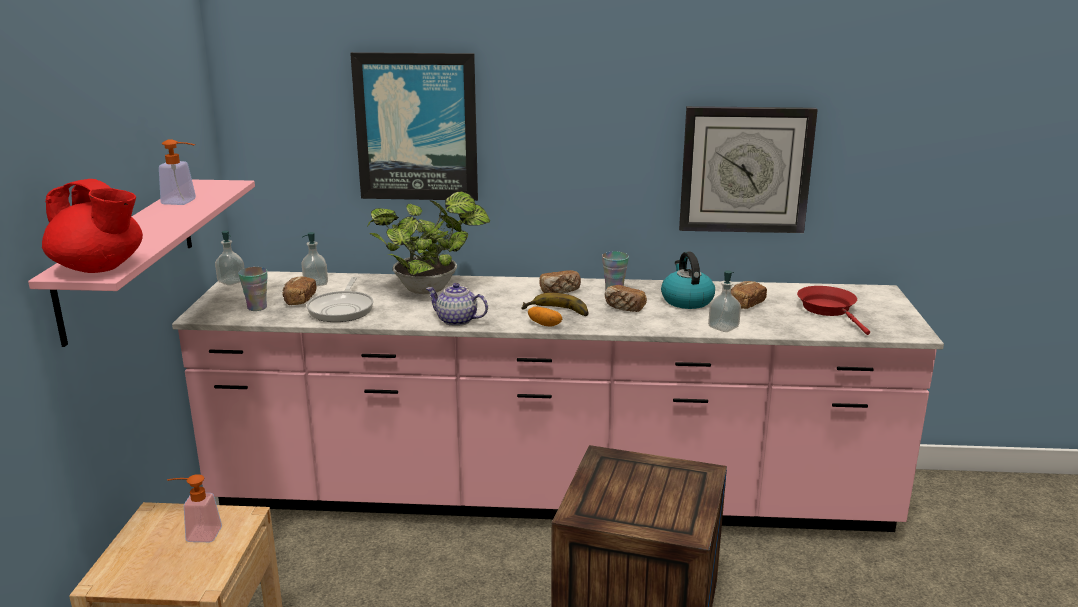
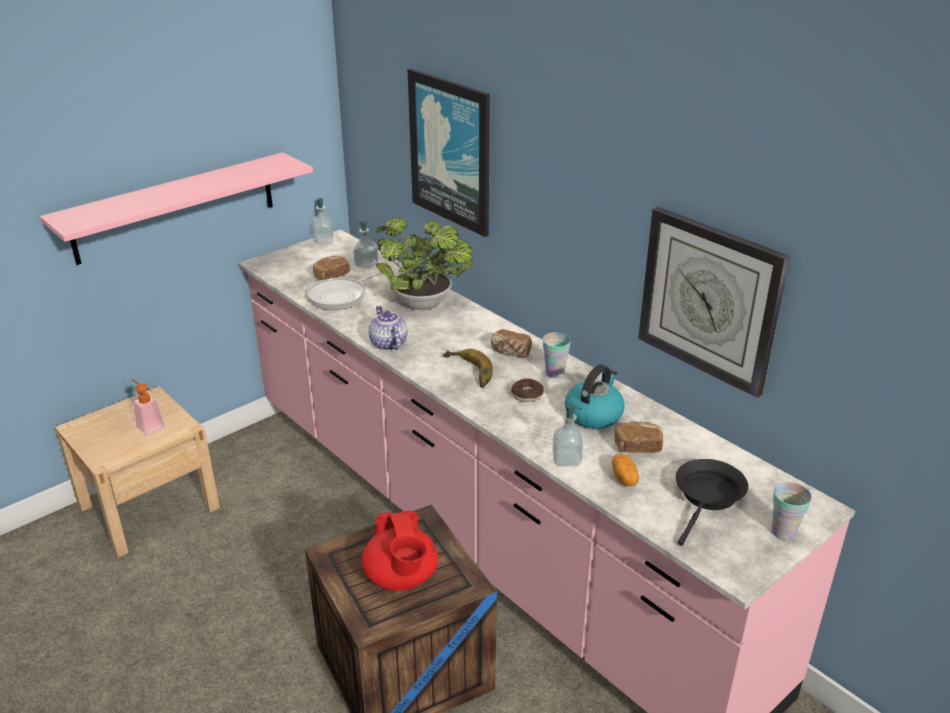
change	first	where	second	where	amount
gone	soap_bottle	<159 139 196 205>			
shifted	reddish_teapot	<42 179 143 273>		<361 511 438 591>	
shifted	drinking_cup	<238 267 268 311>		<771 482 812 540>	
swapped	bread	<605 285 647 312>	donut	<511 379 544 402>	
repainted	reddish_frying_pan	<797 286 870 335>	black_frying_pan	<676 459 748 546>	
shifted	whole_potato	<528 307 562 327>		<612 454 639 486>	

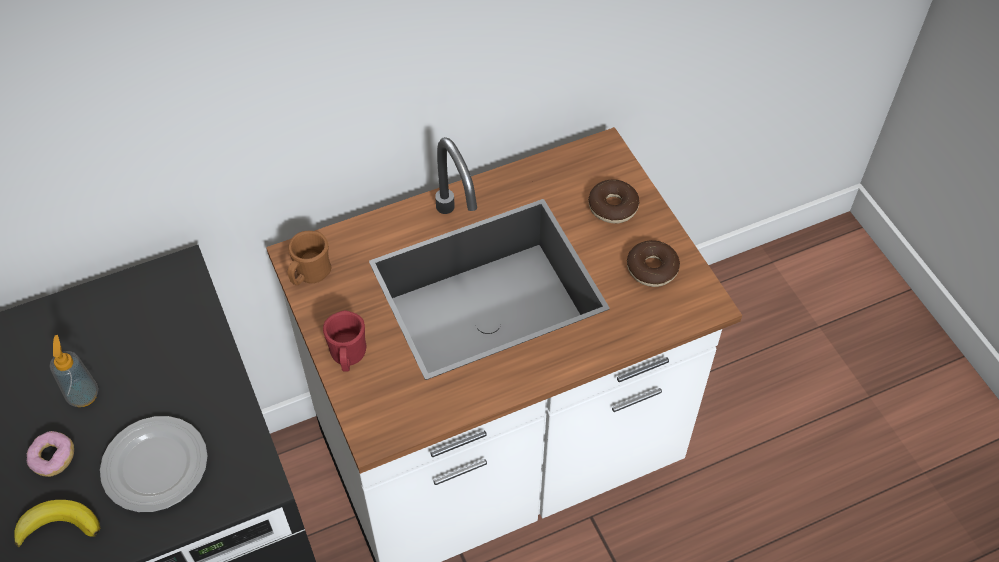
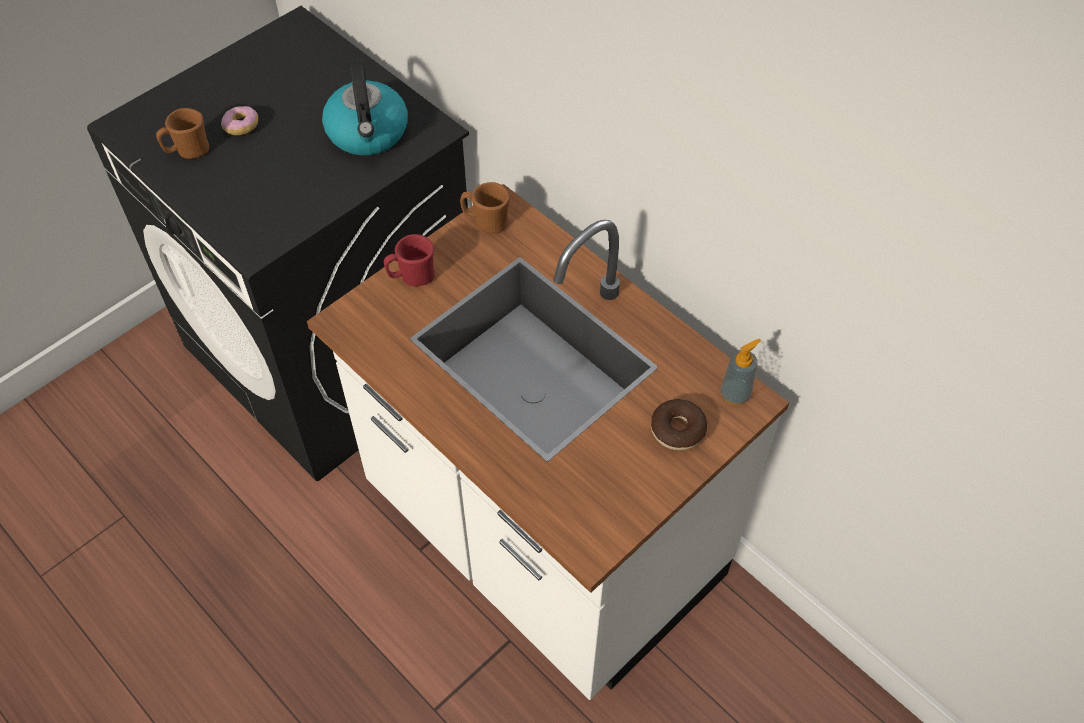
change	first	where	second	where	amount
gone	donut	<627 240 680 287>			
shifted	soap_bottle	<50 335 99 407>		<720 339 762 405>	
gone	plate	<100 416 208 512>			
swapped	banana	<15 500 100 547>	brownish_mug	<156 108 209 159>	
new			kettle	<322 60 408 156>	

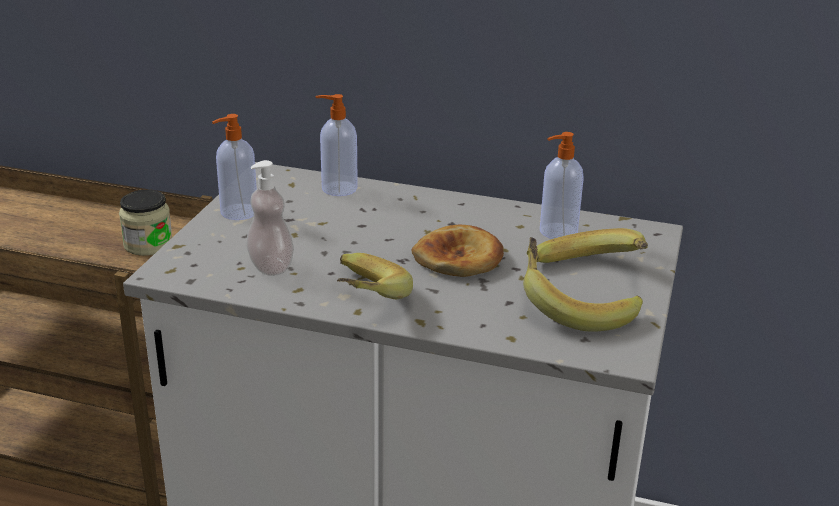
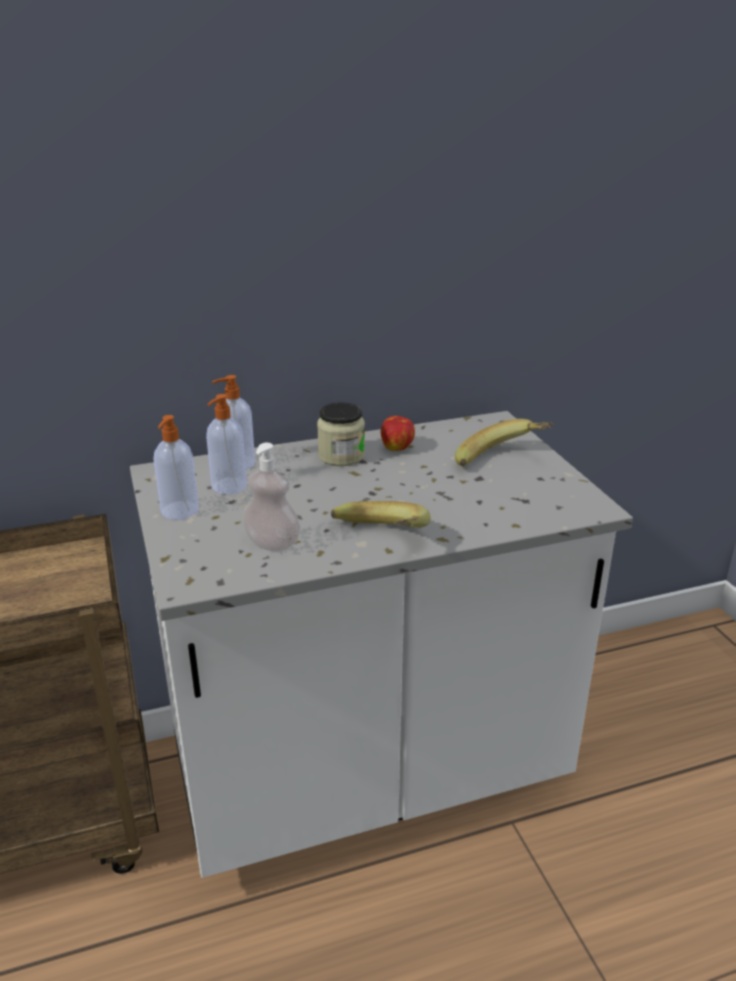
change	first	where	second	where	amount
shifted	soap_bottle	<540 132 584 239>		<206 394 247 494>	
shifted	preserve_jar	<119 190 172 256>		<317 402 365 466>	
gone	bread	<412 225 504 277>			
gone	banana	<523 237 643 332>			
new			whole_apple	<381 416 415 451>	

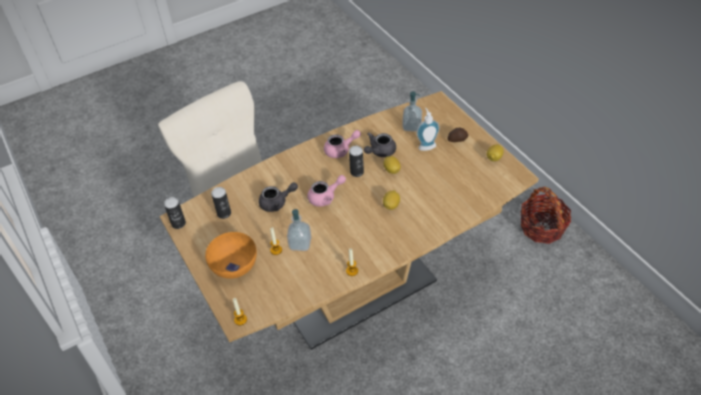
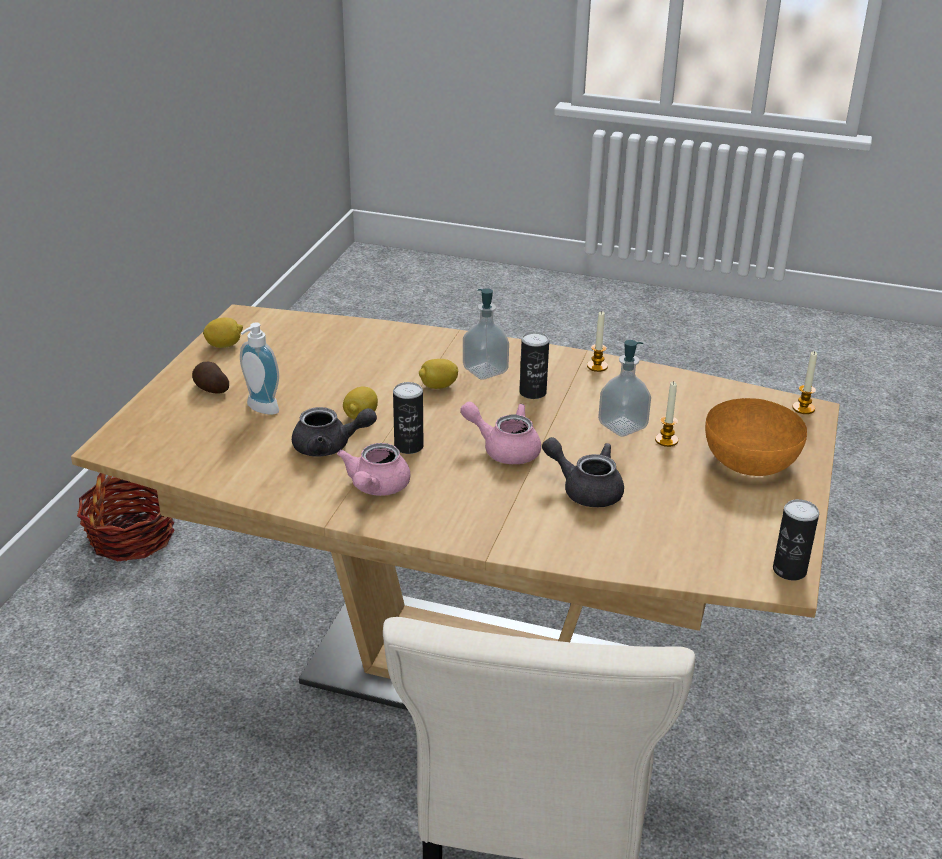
change	first	where	second	where	amount
shifted	soap_bottle	<403 92 422 132>		<463 288 509 380>	
rotated	pink_teapot	<324 130 361 158>		<337 443 411 496>	105 degrees counterclockwise
shifted	can	<211 187 231 219>		<519 332 549 399>	

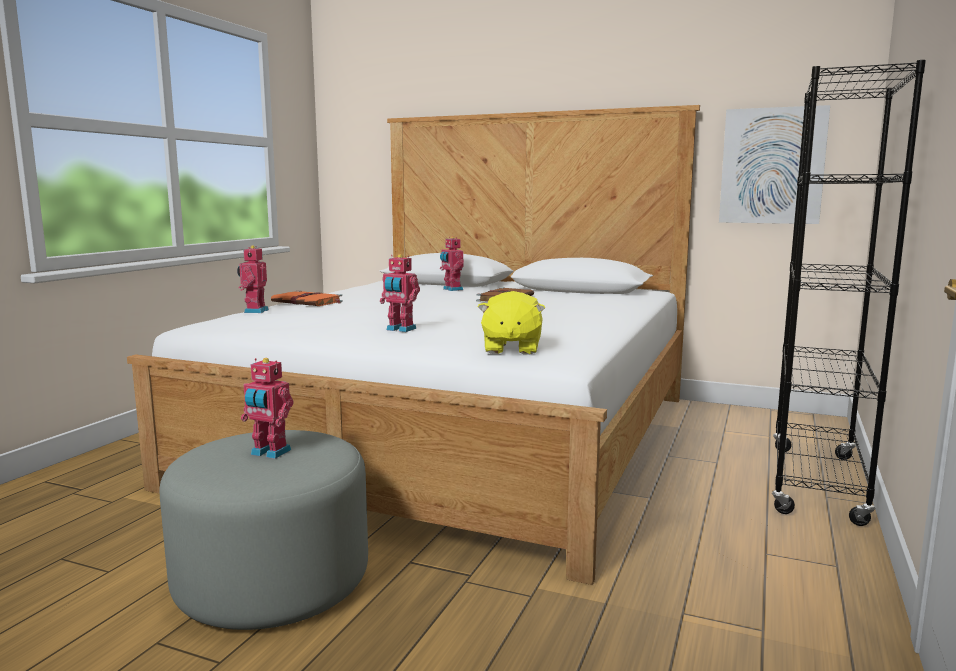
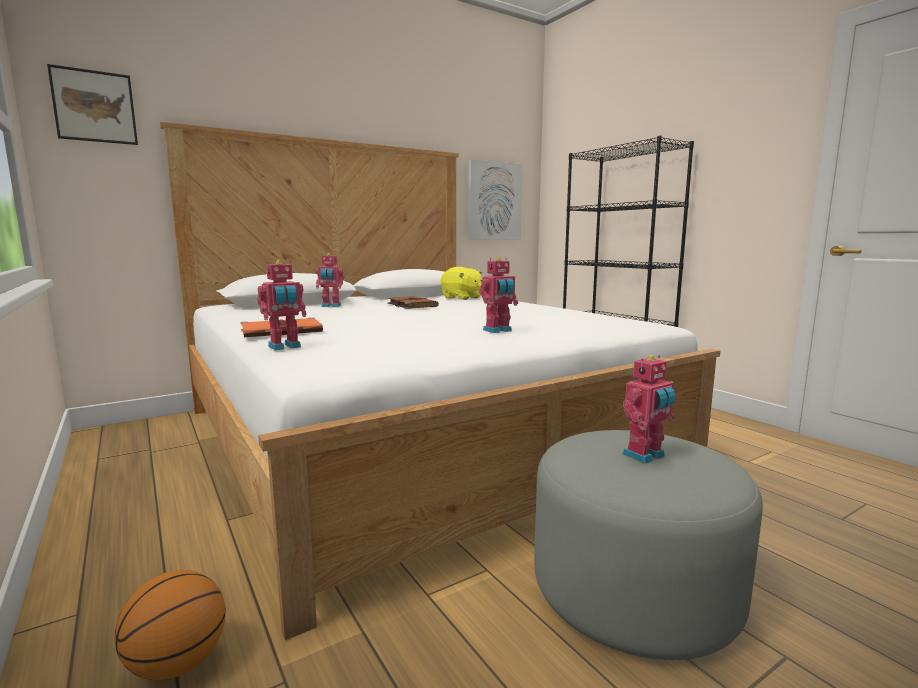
change	first	where	second	where	amount
rotated	model_robot	<237 245 269 313>		<257 259 306 350>	75 degrees counterclockwise
shifted	yellowish_soft_toy	<478 291 545 355>		<441 267 482 300>	
new			picture	<47 64 138 145>	
new			basketball_ball	<115 570 226 680>	

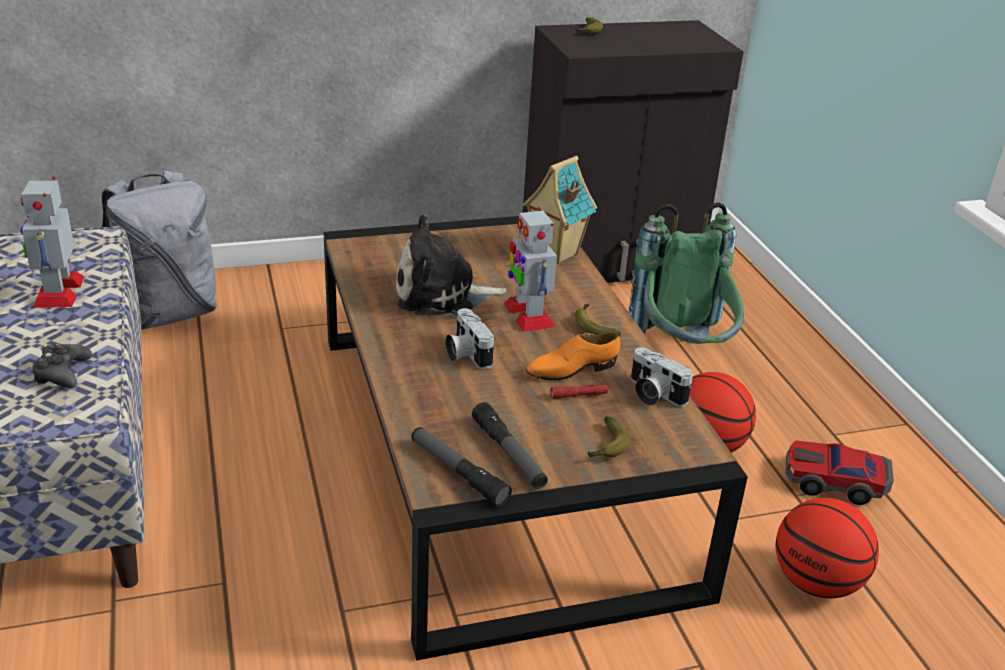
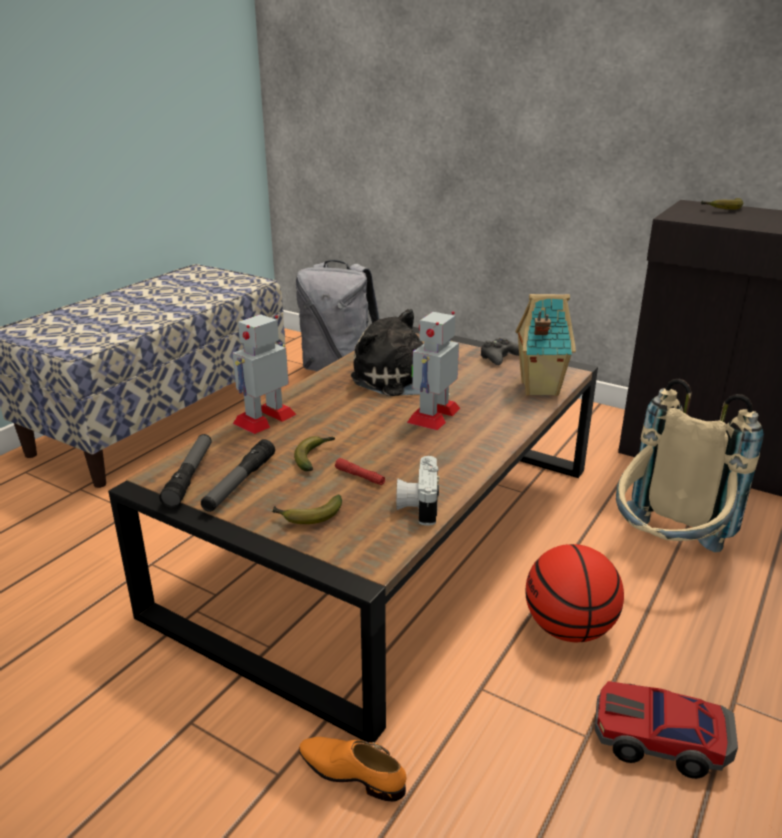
change	first	where	second	where	amount
shifted	model_robot	<20 176 84 308>		<233 314 297 434>	
repainted	green-coloured_knapsack	<629 202 744 344>	sand-coloured_knapsack	<616 379 764 552>	
shifted	banana	<575 304 621 336>		<294 436 335 471>	
gone	still_camera	<445 308 495 369>			
shifted	orange-coloured_shoe	<526 333 620 380>		<299 737 406 802>	
shifted	black_joypad	<32 343 92 388>		<481 338 519 365>	
rotated	miniature_car	<785 440 894 505>		<594 681 738 779>	45 degrees counterclockwise
gone	basketball_ball	<776 498 879 599>			

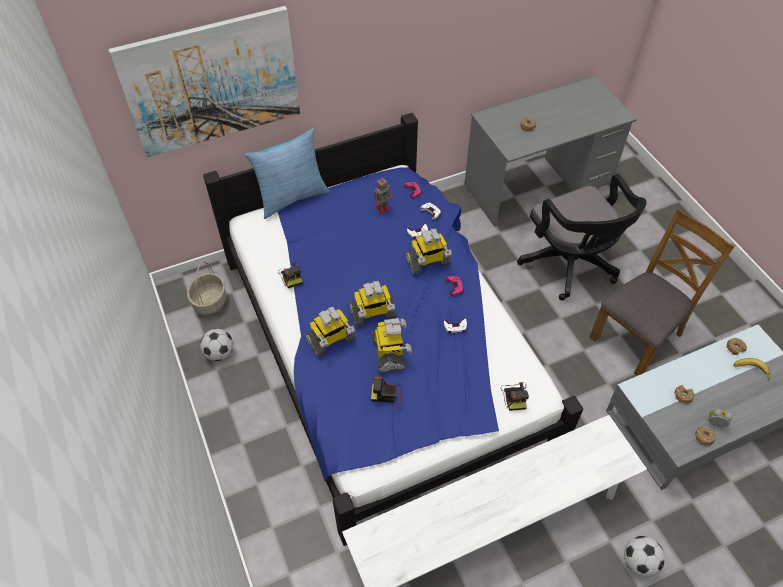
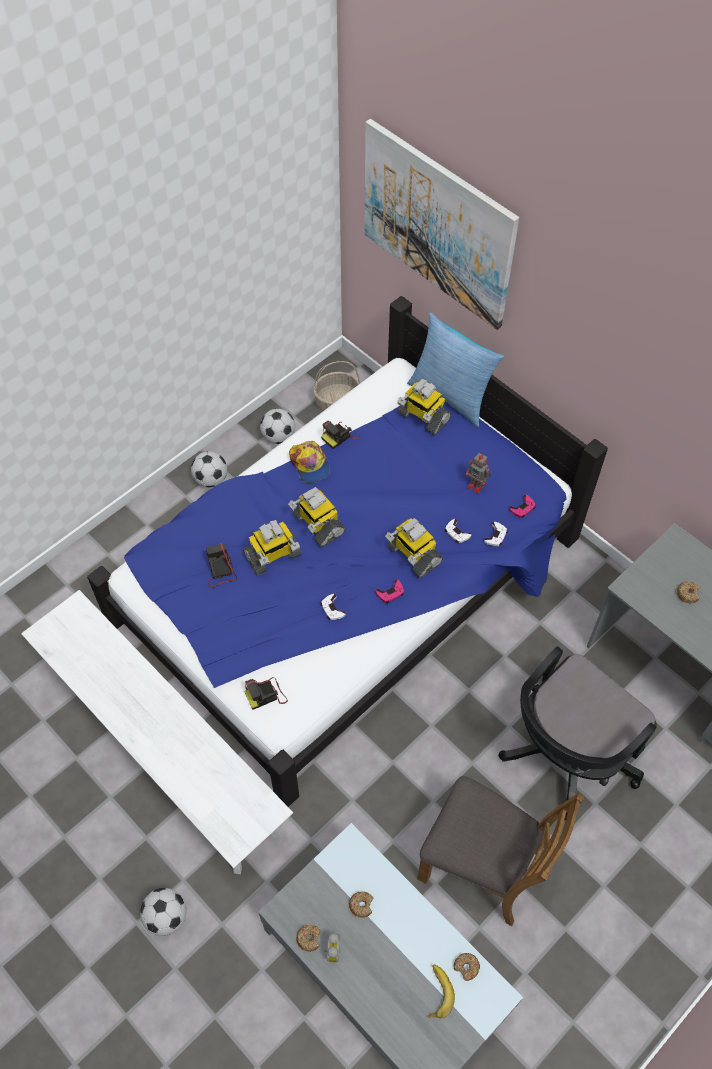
change	first	where	second	where	amount
shifted	model_robot	<305 307 356 357>		<397 379 451 435>	
new			peaked_cap	<289 441 330 483>	
new			ball_for_football	<191 451 227 487>	

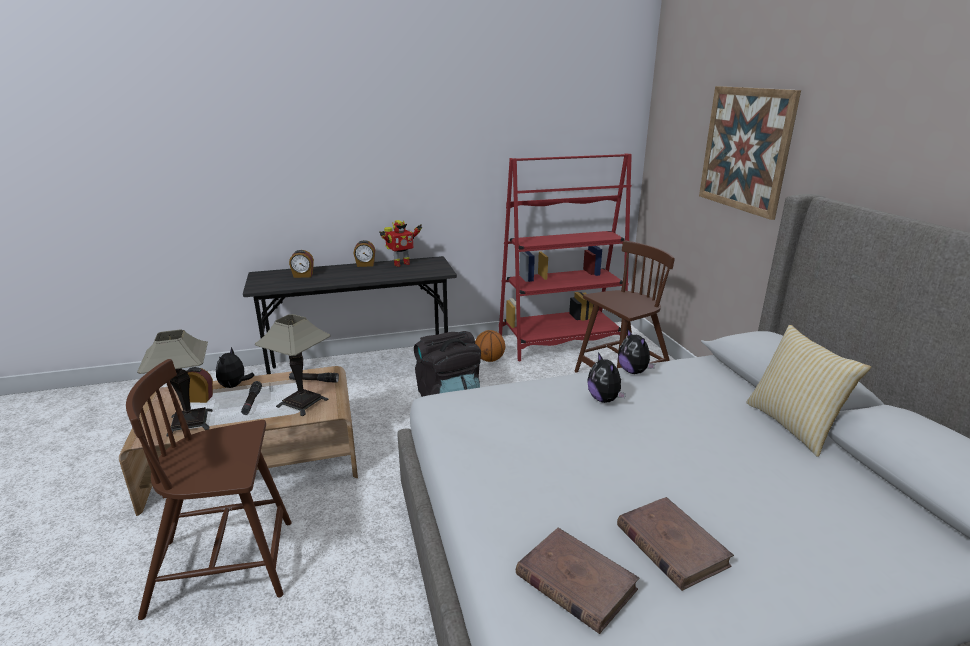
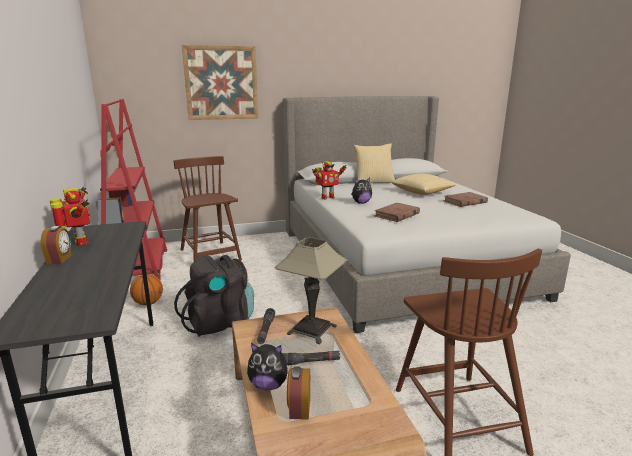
change	first	where	second	where	amount
gone	bedside_clock	<289 250 314 278>			
swapped	soft_toy	<618 328 655 374>	model_robot	<312 161 347 199>	
gone	table_lamp	<137 329 212 437>			
shifted	brownish_book	<516 528 640 634>		<374 203 420 222>	
new			cushion	<391 174 456 195>	

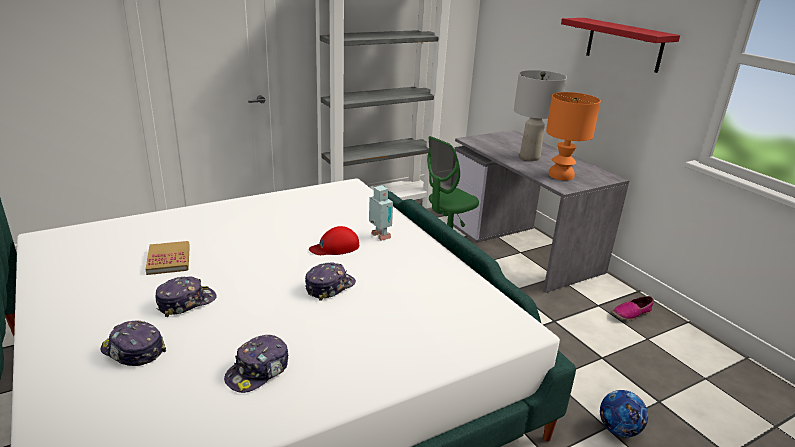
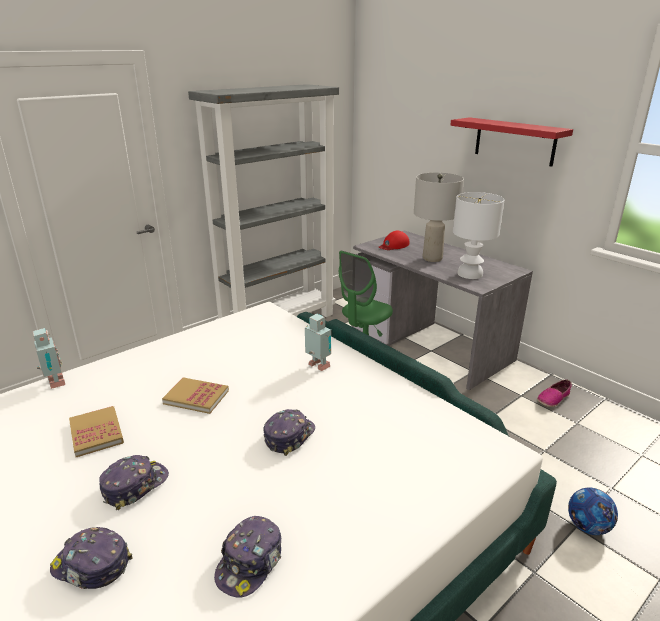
change	first	where	second	where	amount
repainted	orange-coloured_table_lamp	<546 92 601 180>	whitish_table_lamp	<453 192 504 279>	
shifted	reddish_peaked_cap	<309 226 359 255>		<379 231 409 250>	
new			model_robot	<33 328 65 389>	
new			book	<162 377 229 414>	

